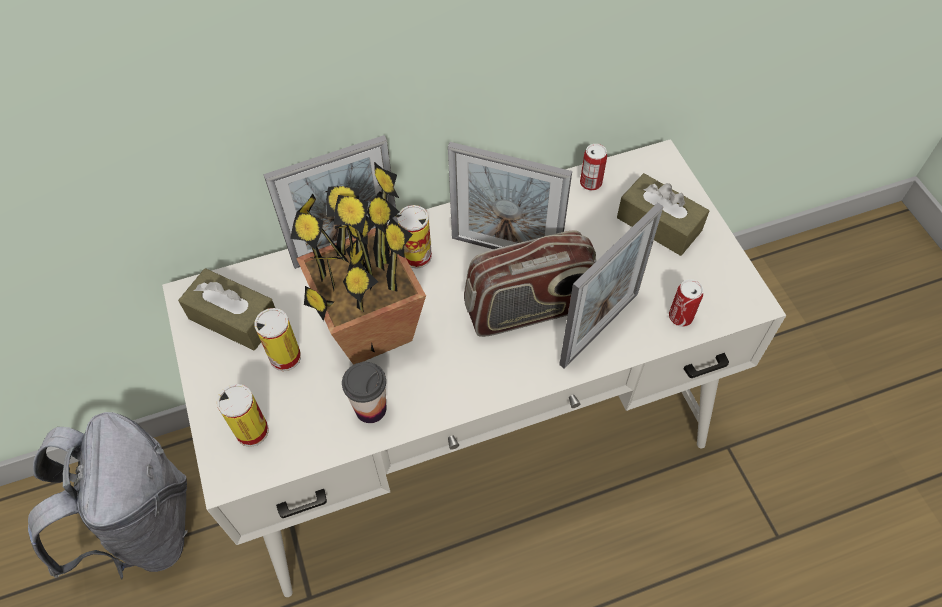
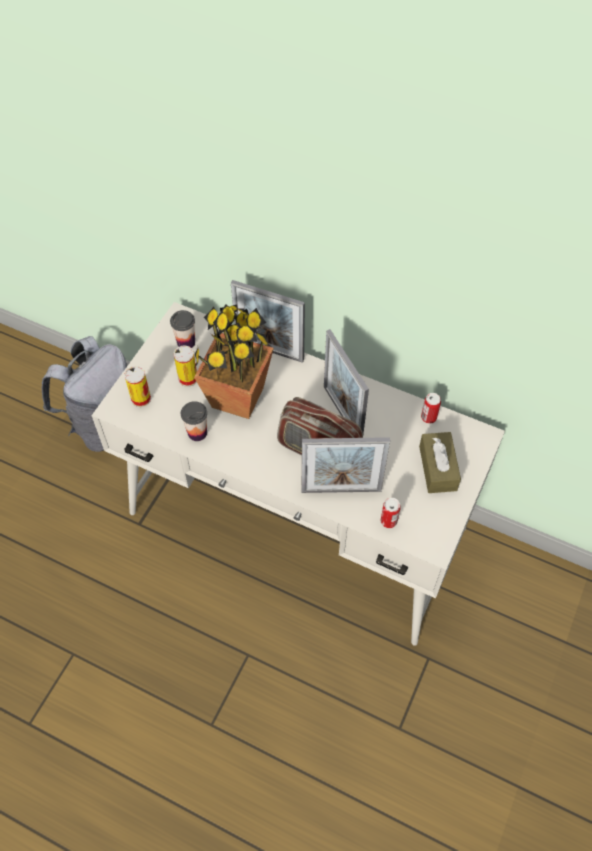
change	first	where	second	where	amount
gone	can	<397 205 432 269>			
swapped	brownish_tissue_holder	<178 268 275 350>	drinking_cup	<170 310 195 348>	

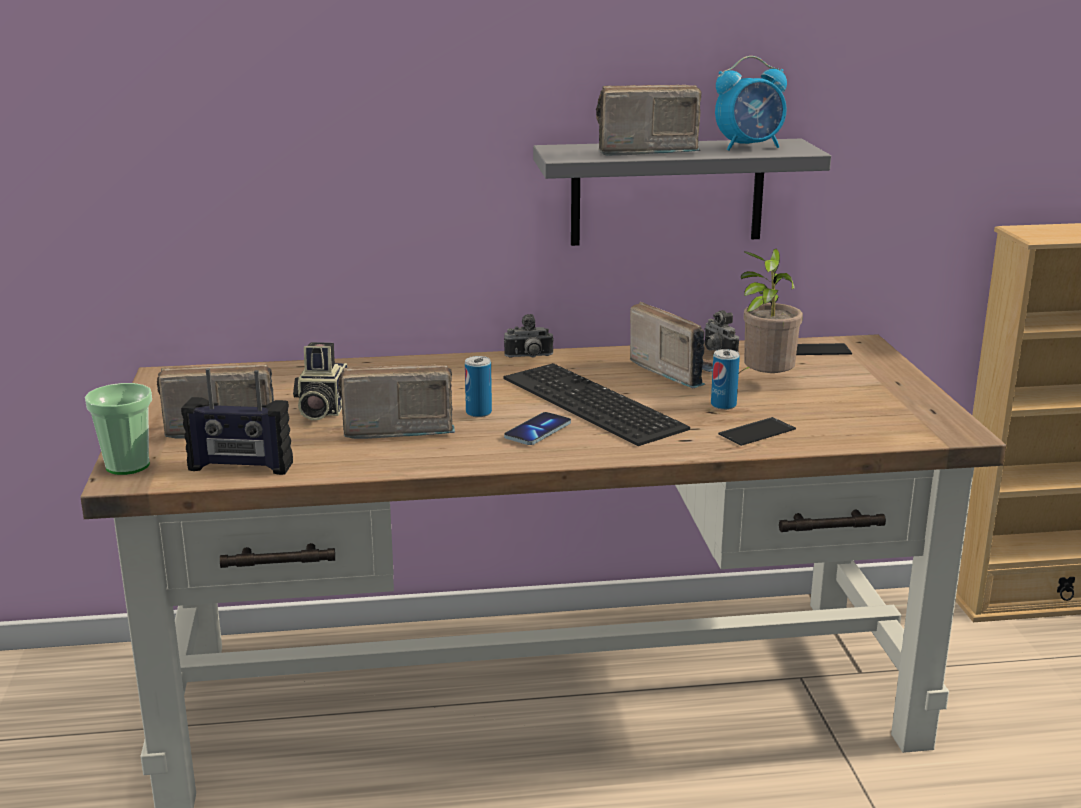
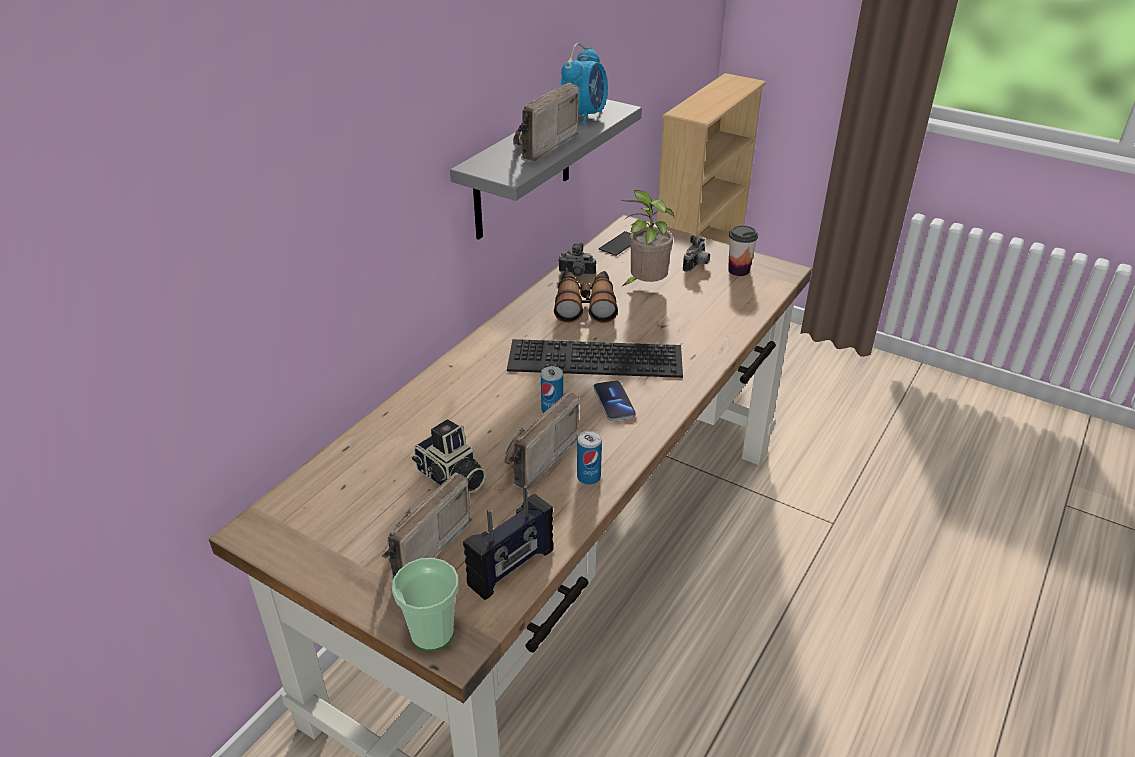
change	first	where	second	where	amount
swapped	radio_set	<630 302 713 388>	binoculars	<554 271 618 323>	
shifted	still_camera	<504 314 554 358>		<683 235 710 272>	
shifted	can	<711 349 740 410>		<577 431 602 485>	
gone	phone	<718 417 796 446>			
new			drinking_cup	<728 225 758 276>	

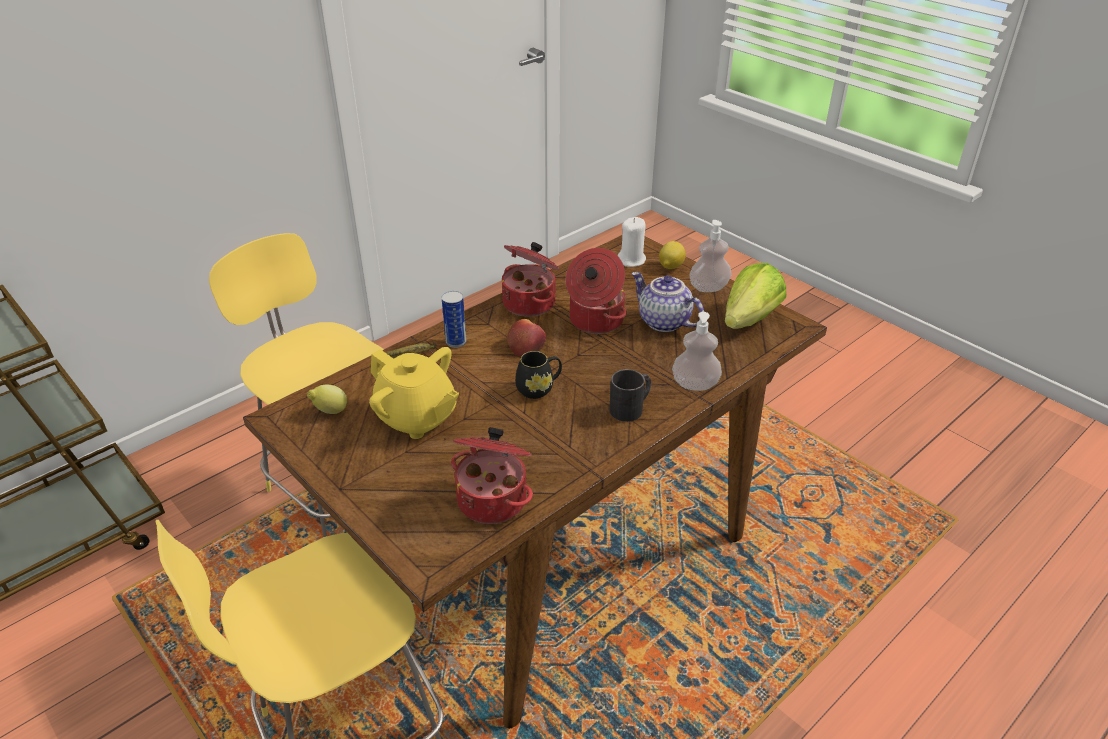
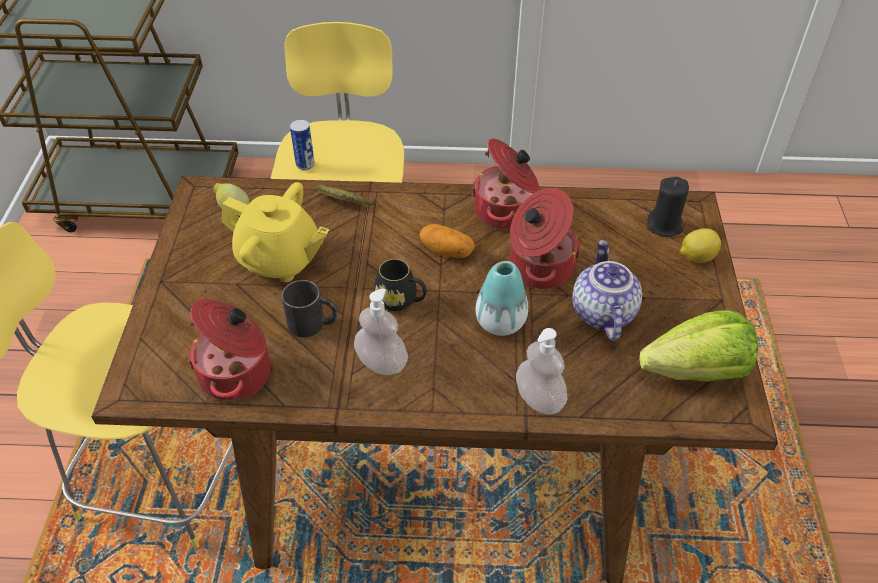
change	first	where	second	where	amount
repainted	whitish_wax_candle	<618 217 646 267>	black_wax_candle	<647 177 689 237>	
shifted	soap_bottle	<689 220 731 292>		<354 289 408 375>	
shifted	can	<442 291 467 348>		<290 119 315 170>	
swapped	whole_apple	<506 319 546 356>	whole_potato	<419 224 475 258>	
rotated	yellowish_teapot	<369 347 459 439>		<221 182 329 282>	60 degrees counterclockwise
shifted	black_mug	<609 369 651 422>		<282 280 338 337>	
new			vase	<476 261 528 336>	

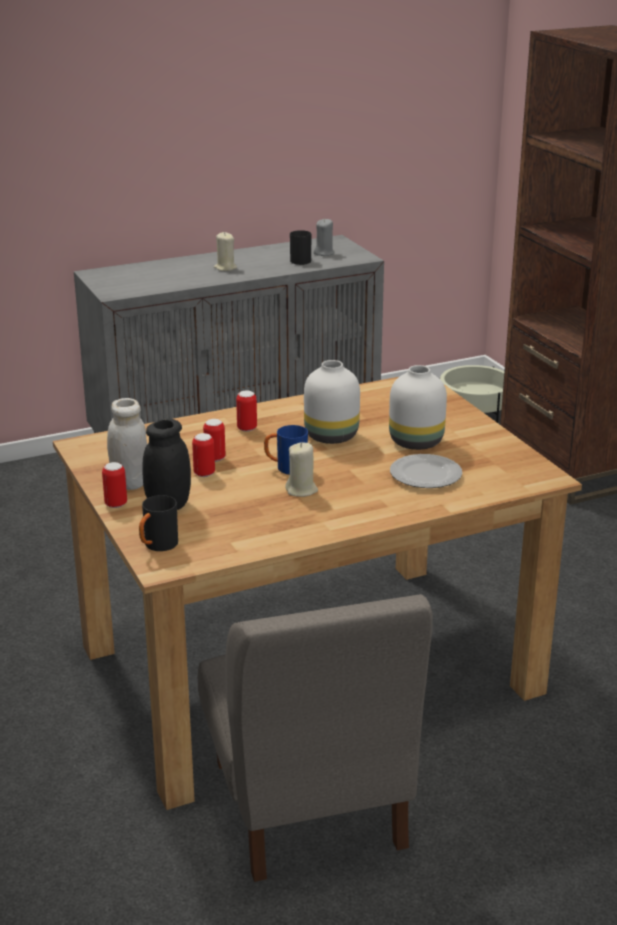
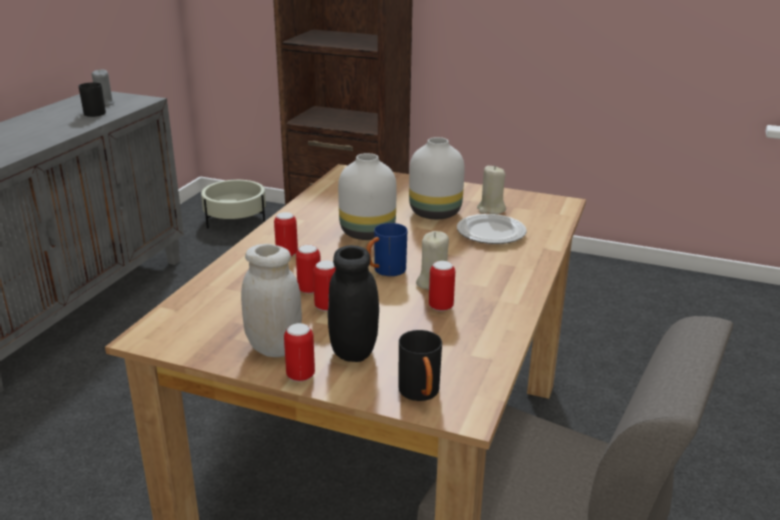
change	first	where	second	where	amount
shifted	sand-coloured_wax_candle	<214 232 237 271>		<477 165 506 214>	
new			can	<429 261 455 311>	

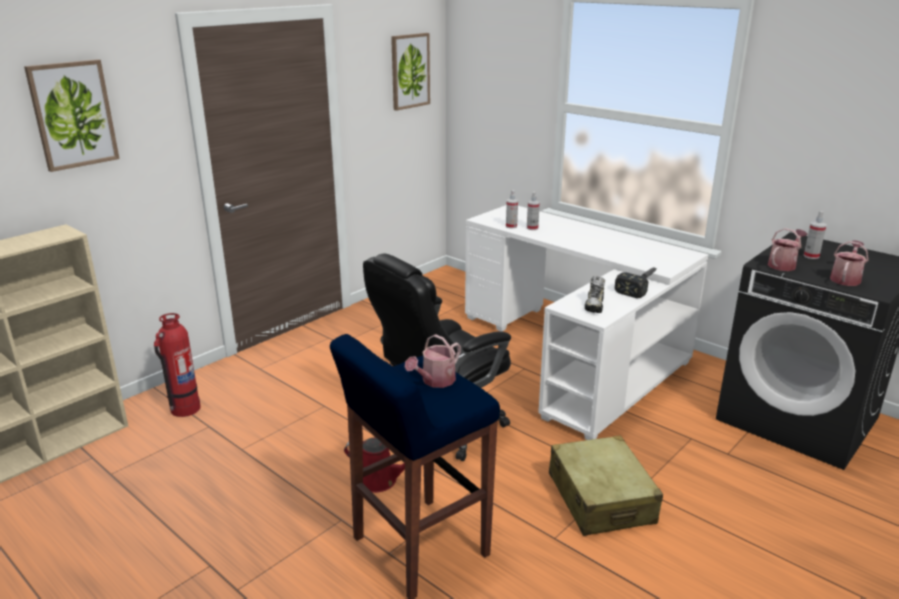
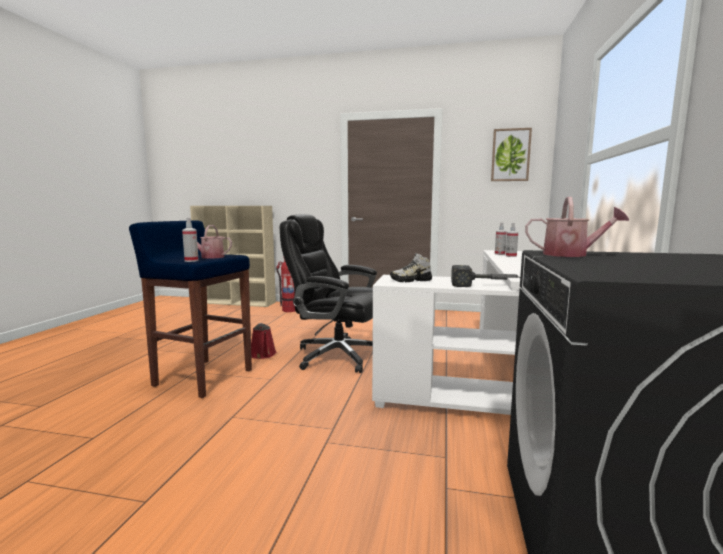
change	first	where	second	where	amount
gone	picture	<24 59 119 172>			
shifted	spray_bottle	<804 211 827 259>		<182 218 199 262>	
gone	watering_can	<830 240 868 286>			
gone	sand-coloured_piece_of_luggage	<549 435 663 536>			

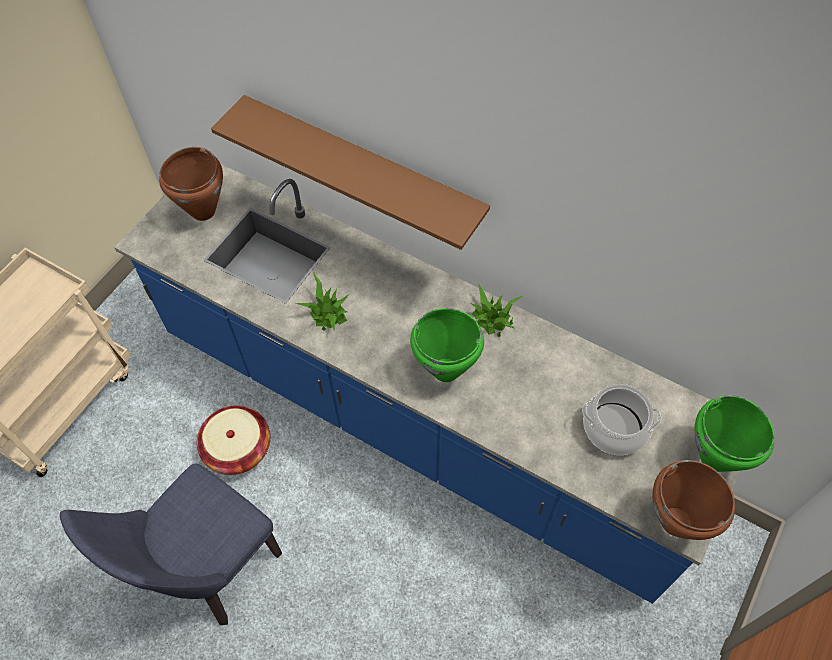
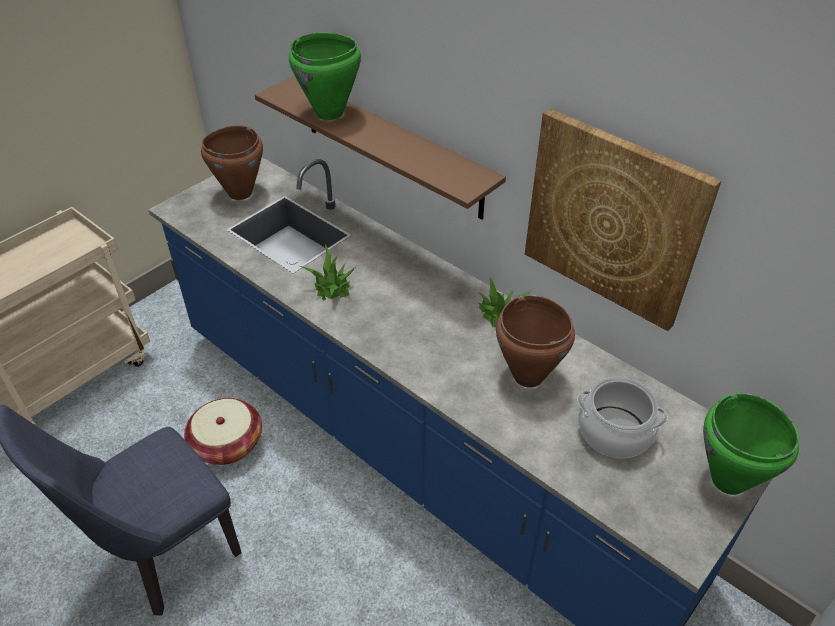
change	first	where	second	where	amount
shifted	green-coloured_cooking_pot	<410 308 484 382>		<289 32 361 120>	
shifted	brownish_cooking_pot	<652 460 735 540>		<496 295 575 388>	
new			picture	<525 108 721 331>	

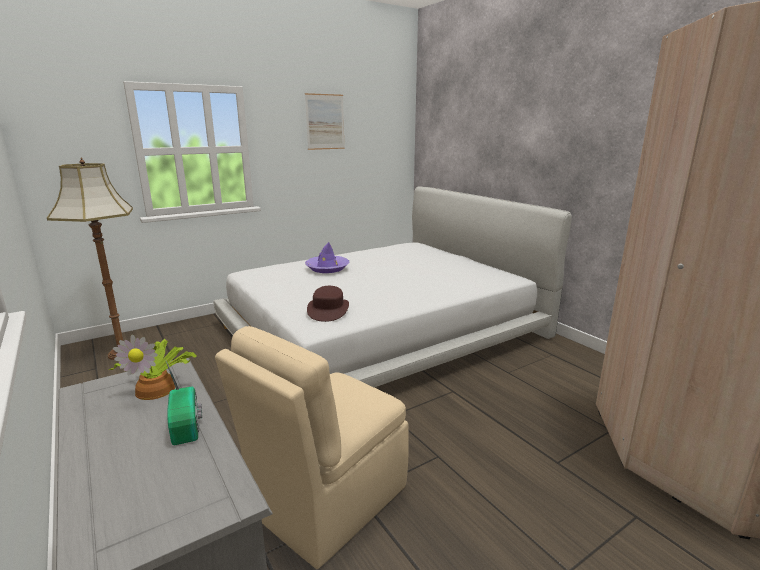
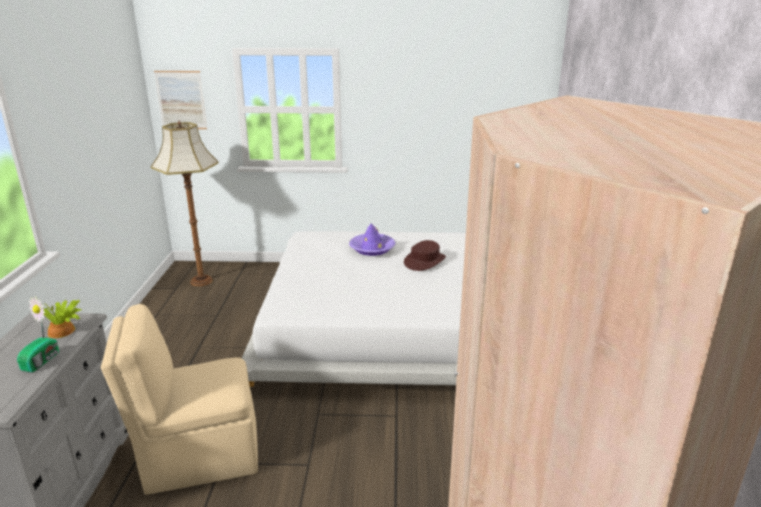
change	first	where	second	where	amount
shifted	picture	<305 93 345 150>		<154 71 207 129>	
shifted	brownish_hat	<307 286 349 322>		<404 240 446 271>	

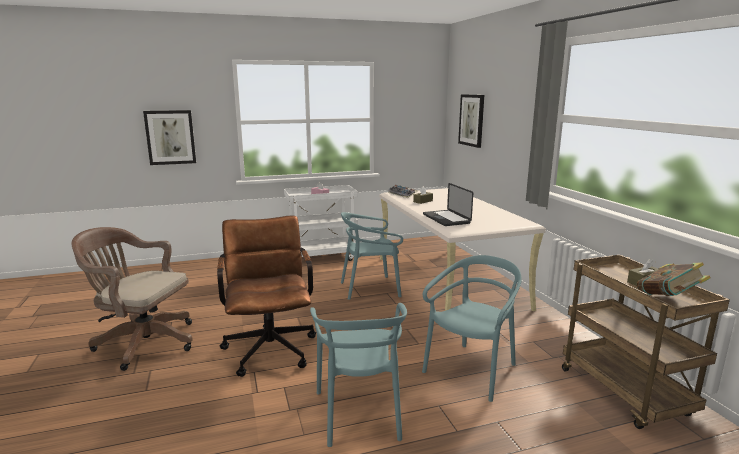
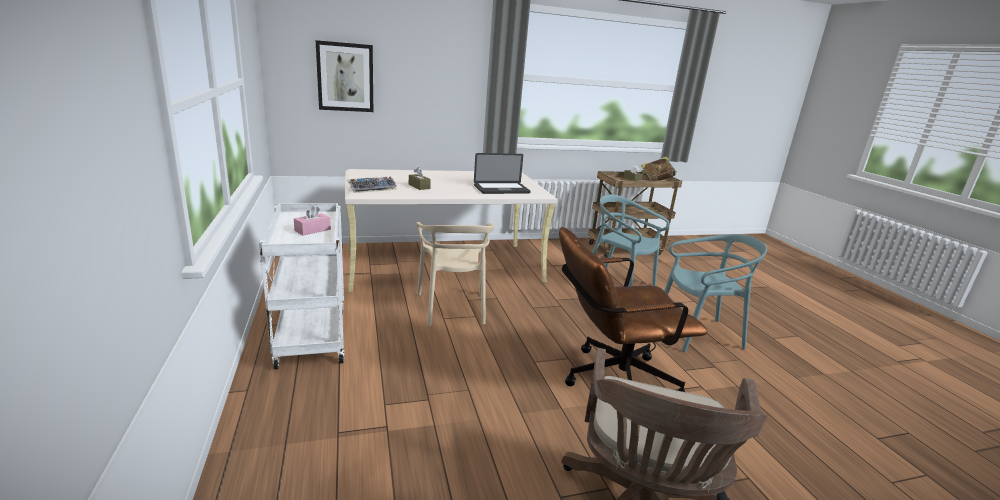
change	first	where	second	where	amount
gone	picture	<143 110 196 165>			
repainted	turquoise_chair	<341 212 403 300>	sand-coloured_chair	<417 222 495 326>	

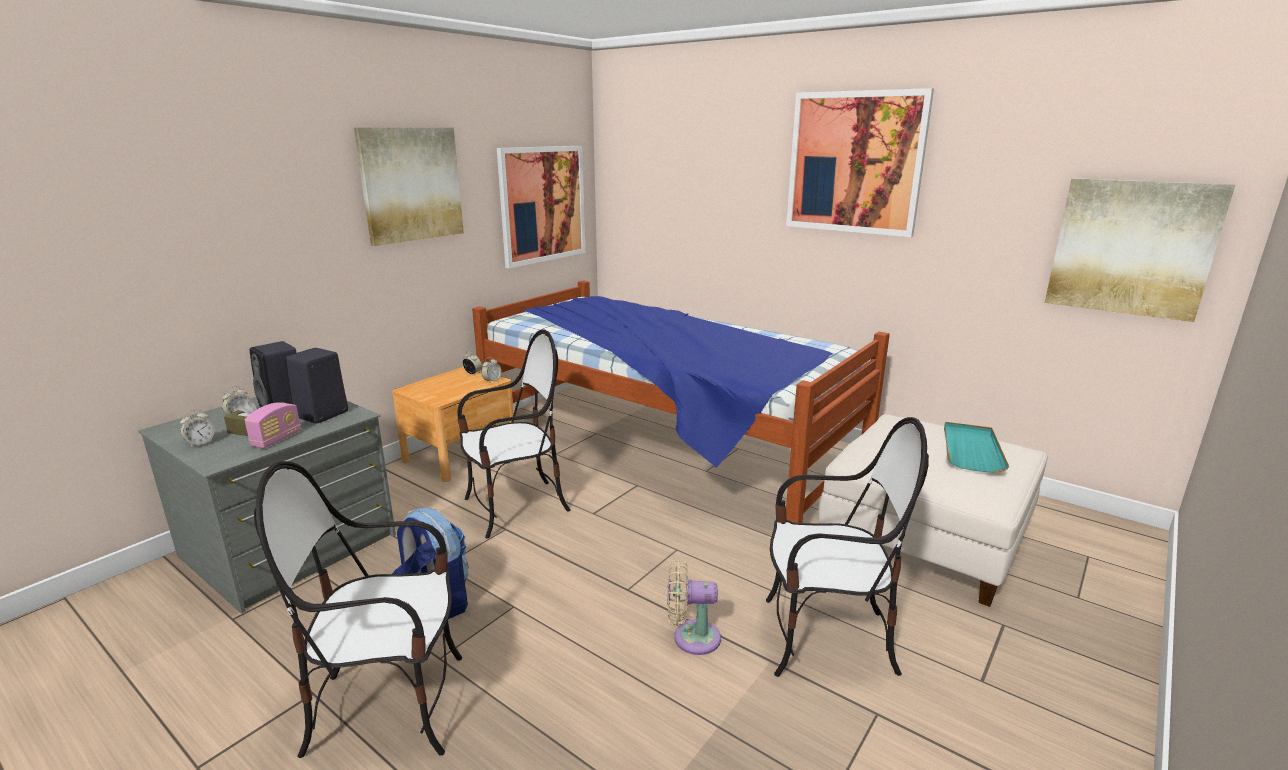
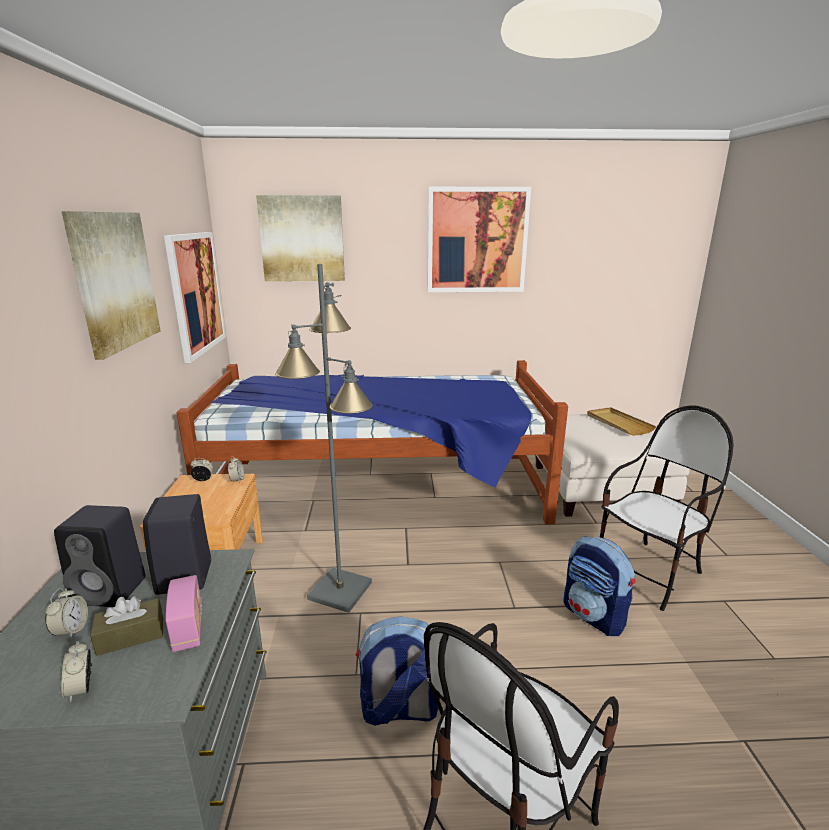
change	first	where	second	where	amount
shifted	picture	<1045 178 1235 322>		<256 195 345 281>	
swapped	chair	<457 329 571 539>	greyish_floor_lamp	<275 264 373 613>	
rotated	bedside_clock	<180 409 215 448>		<62 641 92 703>	150 degrees clockwise
repainted	turquoise_carrying_tray	<944 422 1009 473>	sand-coloured_carrying_tray	<587 407 657 436>	
swapped	sand-coloured_fan	<668 559 721 655>	knapsack	<564 536 635 636>	

